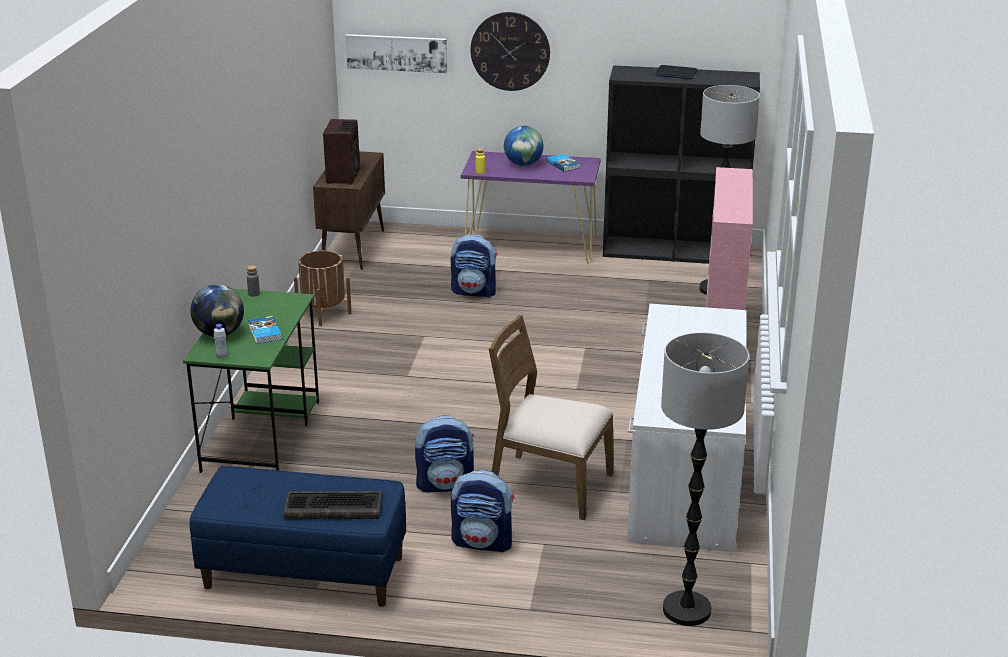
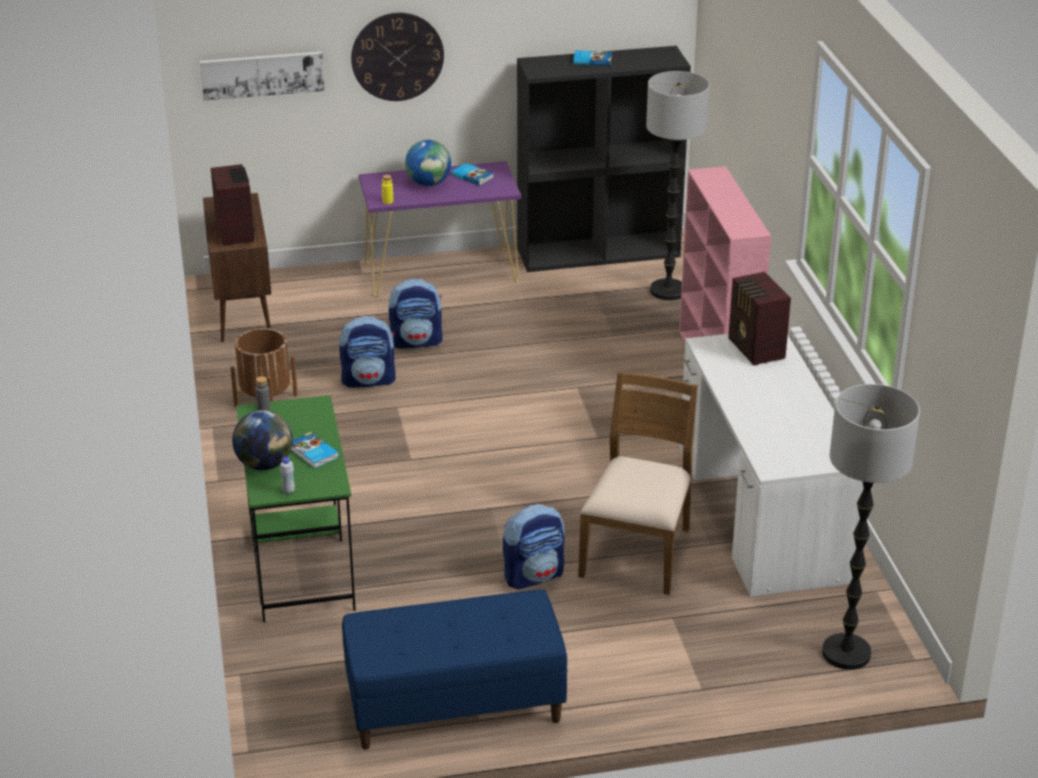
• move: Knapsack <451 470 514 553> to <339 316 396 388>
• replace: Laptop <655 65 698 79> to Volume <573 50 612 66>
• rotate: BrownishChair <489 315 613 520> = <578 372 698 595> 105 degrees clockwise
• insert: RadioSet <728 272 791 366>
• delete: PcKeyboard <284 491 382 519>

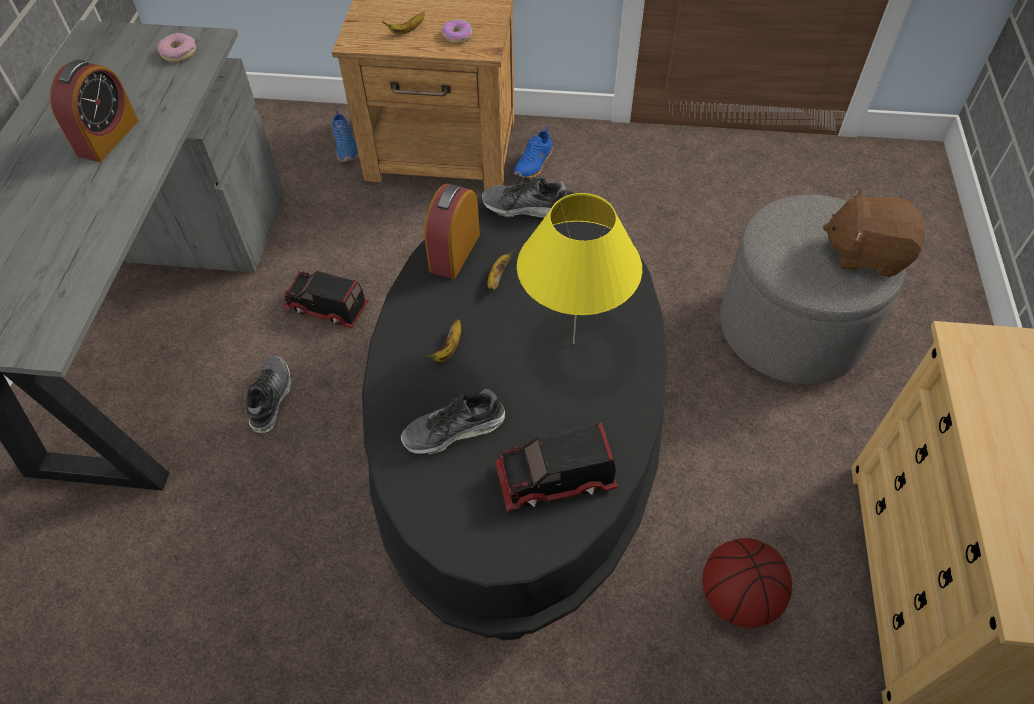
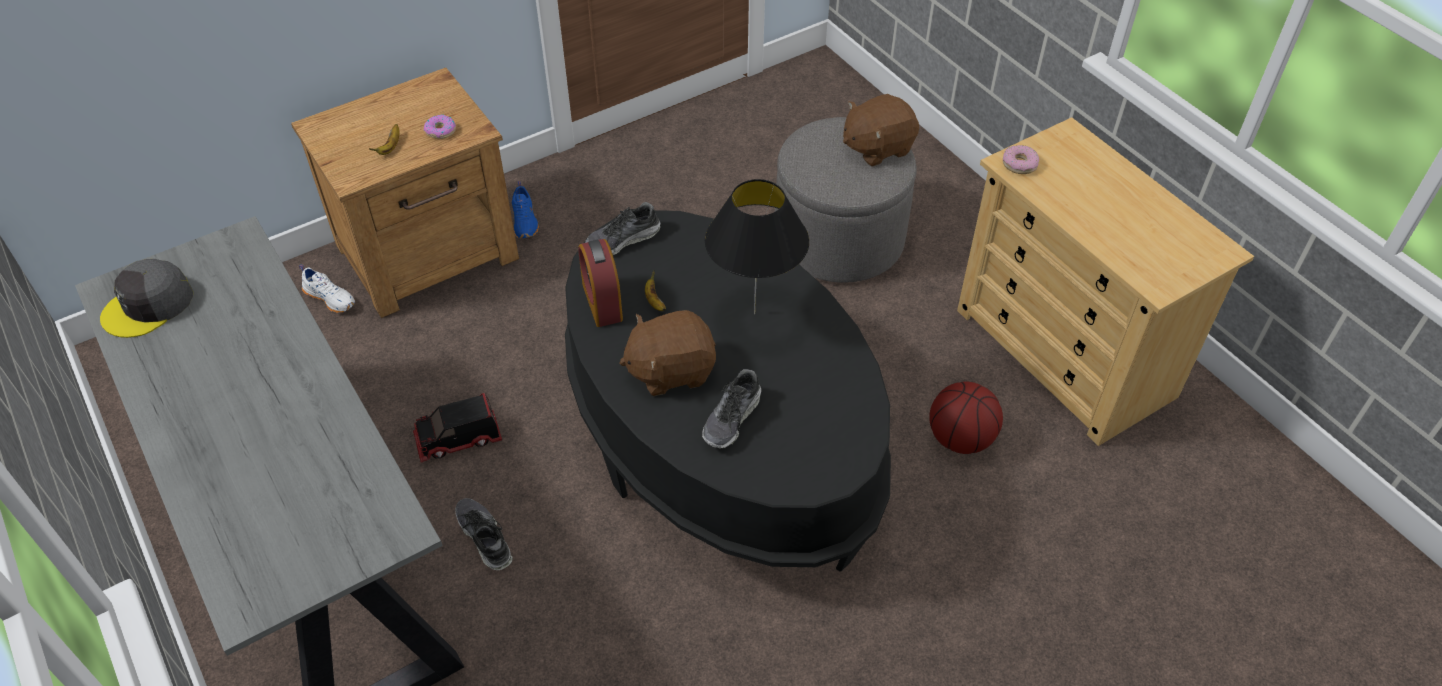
• insert: GreyBaseballCap <100 259 193 338>
• recolor: BluishItemOfFootwear <332 108 359 162> to WhitishItemOfFootwear <299 264 355 313>
• replace: Banana <425 319 461 362> to BrownishCuddlyToy <619 310 716 396>
• recolor: YellowColouredTableLamp <517 193 642 344> to BlackColouredTableLamp <705 179 809 314>
• move: Doughnut <157 33 196 63> to <1003 145 1039 174>
• delete: TableClock <50 59 139 162>
• delete: ToyTruck <495 423 618 512>

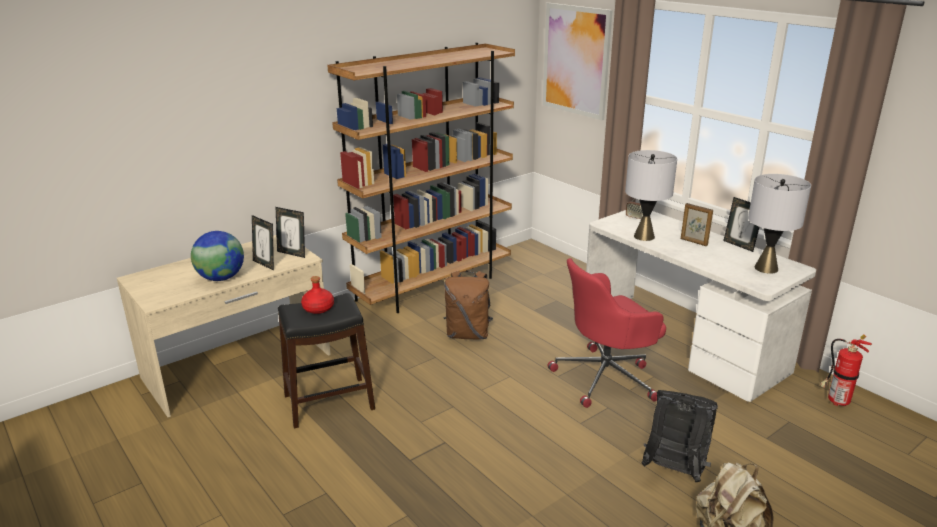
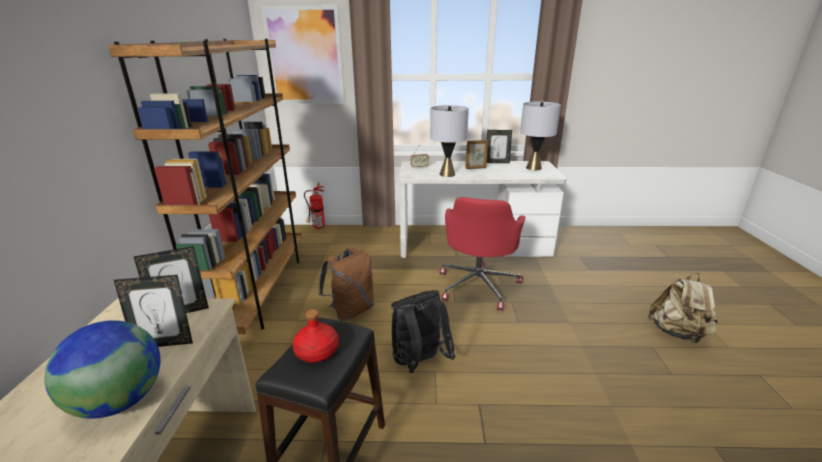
• move: Extinguisher <820 334 872 406> to <304 183 325 229>
• move: BlackColouredKnapsack <641 390 718 482> to <391 290 456 373>

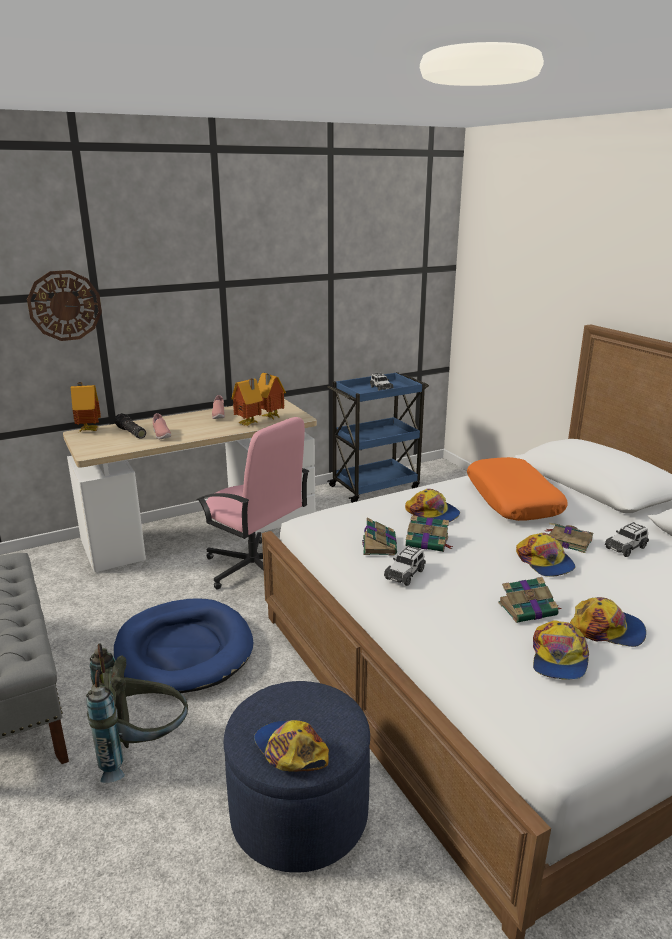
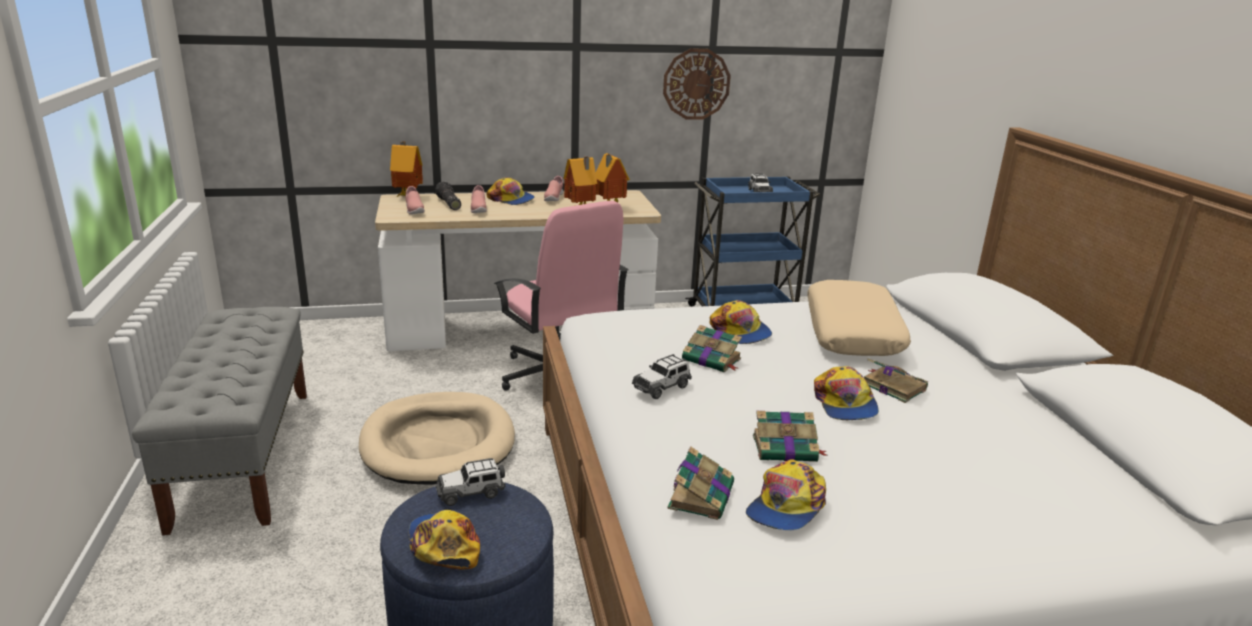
• recolor: BluishDogBed <114 598 253 694> to BeigeDogBed <359 392 515 485>
• insert: PinkColouredItemOfFootwear <405 186 425 215>
• move: ToyCar <604 522 649 557> to <435 458 506 506>
• move: BaseballCap <570 597 646 647> to <487 177 535 205>
• move: ClockOnTheWall <27 270 102 341> to <663 48 731 120>
• move: Volume <362 518 397 555> to <667 446 734 520>
• recolor: OrangeyCushion <467 457 568 521> to BeigeCushion <807 280 911 356>
• delete: GreyKnapsack <86 643 188 783>

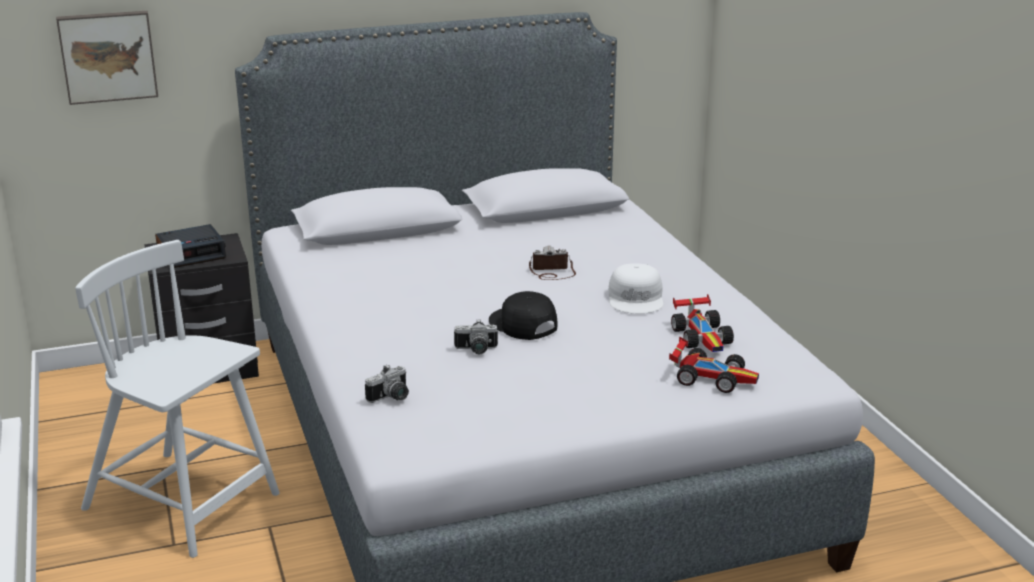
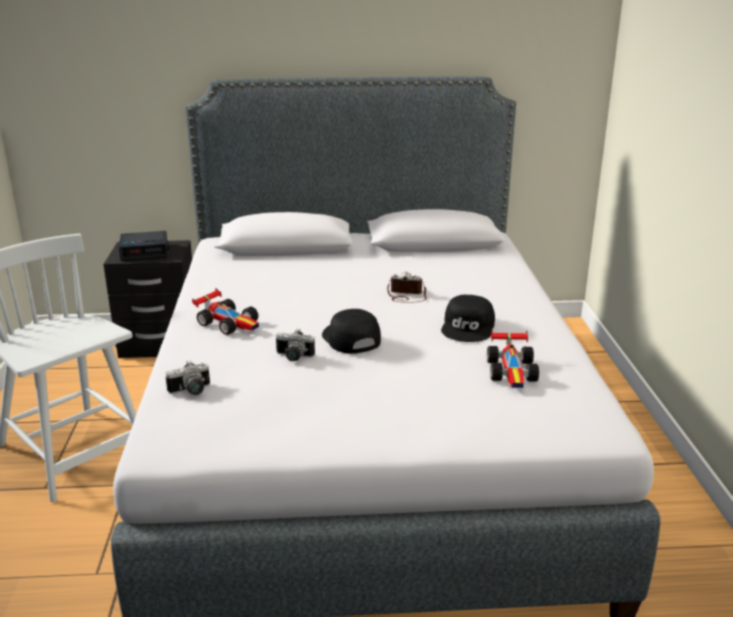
• move: ToyCar <669 337 759 393> to <192 288 259 335>
• recolor: WhitishBaseballCap <609 263 664 314> to BlackColouredBaseballCap <441 295 495 342>
• delete: WallPicture <56 11 158 105>

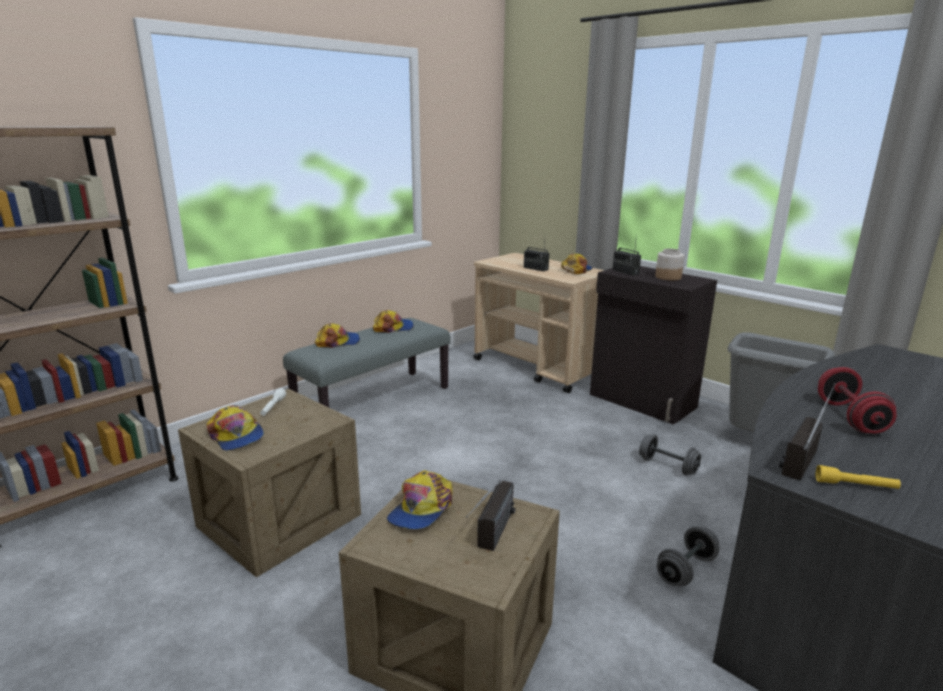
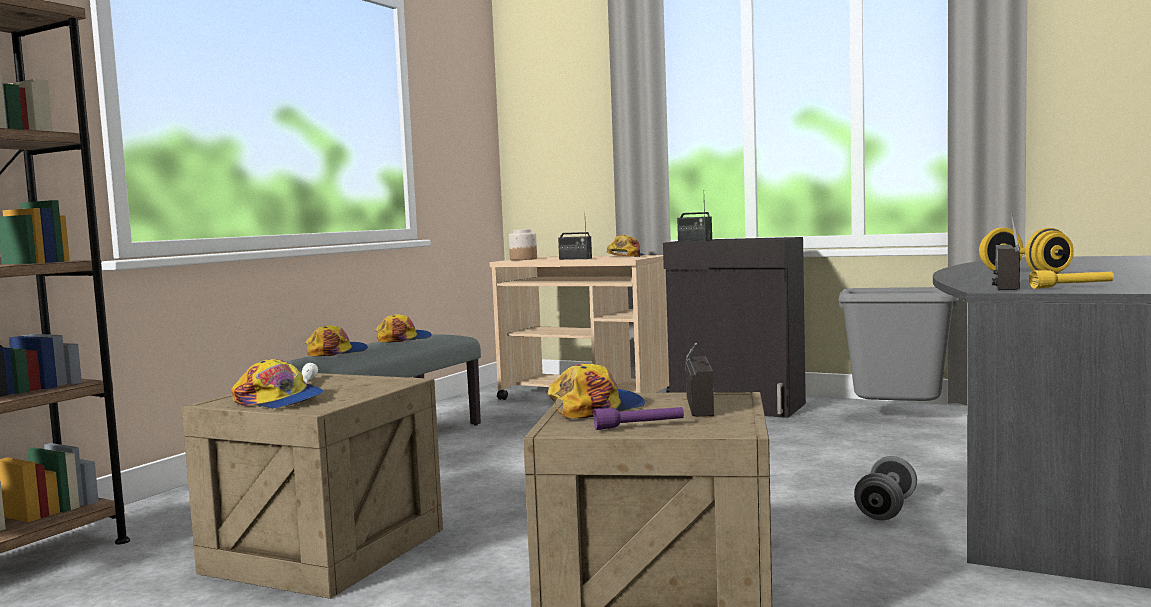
• move: StorageJar <655 249 684 280> to <509 229 537 260>
• rotate: BaseballCap <387 470 453 529> = <548 364 645 418> 135 degrees counterclockwise
• insert: PurpleTorch <593 407 684 430>
• recolor: RedColouredFreeWeight <818 367 897 434> to YellowColouredFreeWeight <979 228 1074 274>
• delete: GreyFreeWeight <639 434 701 475>

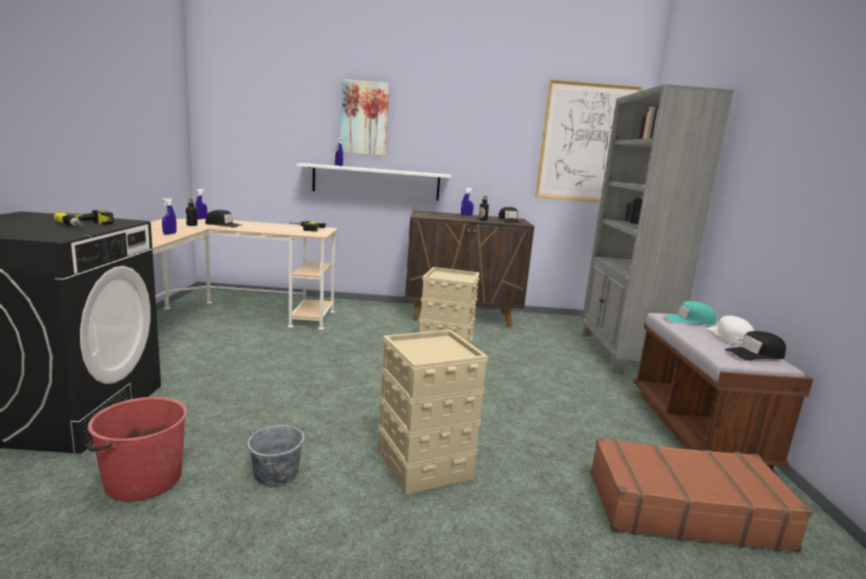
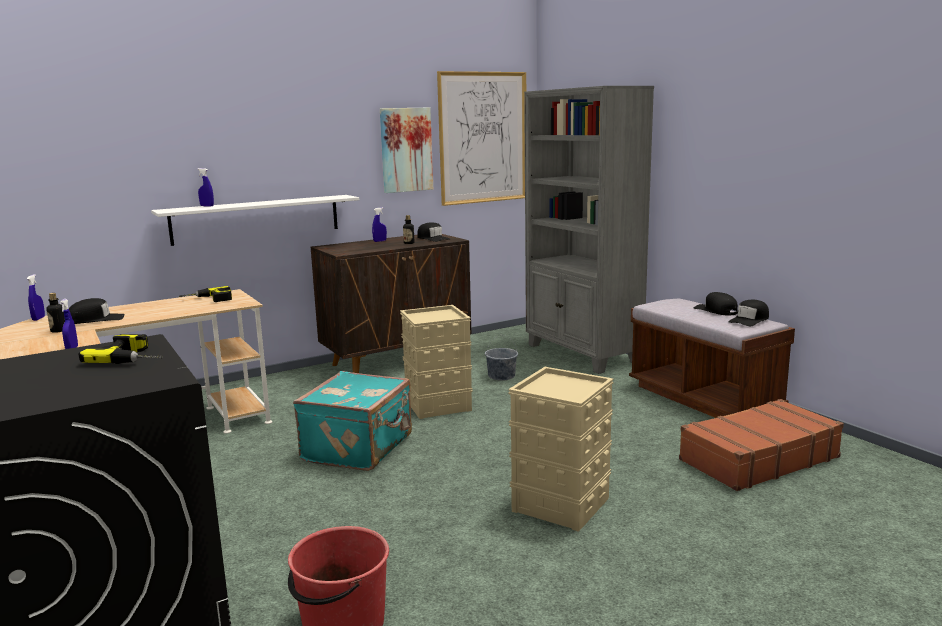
• insert: TurquoiseSuitcase <293 371 412 471>
• move: WallPicture <341 79 389 156> to <380 107 433 193>
• move: GreyWaterBucket <247 411 304 486> to <485 335 518 381>
• recolor: WhitishBaseballCap <707 316 754 345> to BlackColouredBaseballCap <694 292 738 315>
• delete: TurquoiseBaseballCap <664 301 716 325>

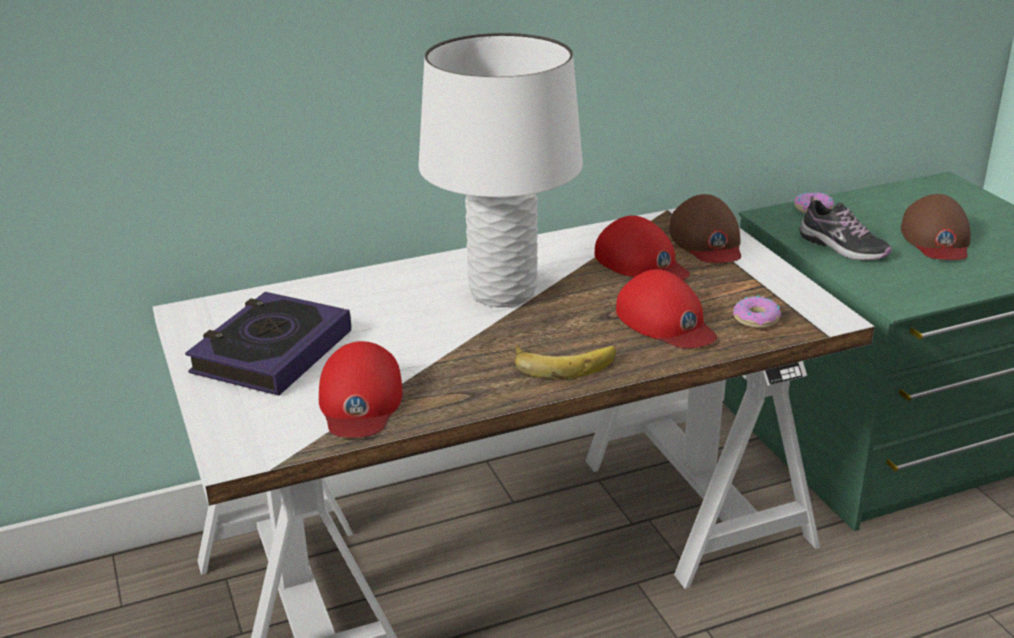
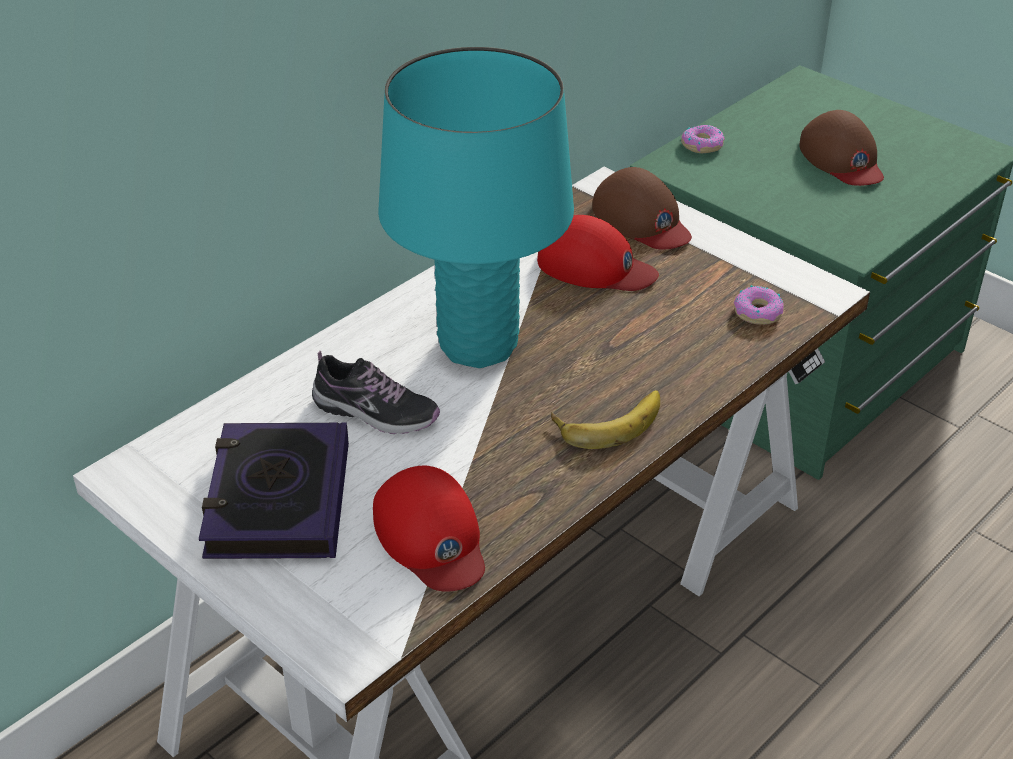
• move: ItemOfFootwear <799 195 892 260> to <312 351 440 434>
• recolor: WhitishTableLamp <419 33 583 307> to TurquoiseTableLamp <378 47 574 368>
• delete: RedColouredBaseballCap <616 269 717 349>

